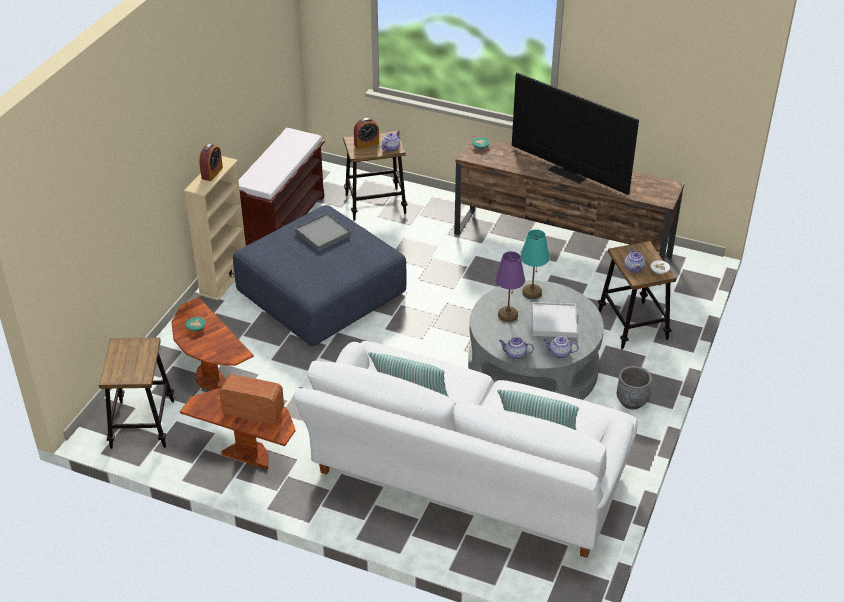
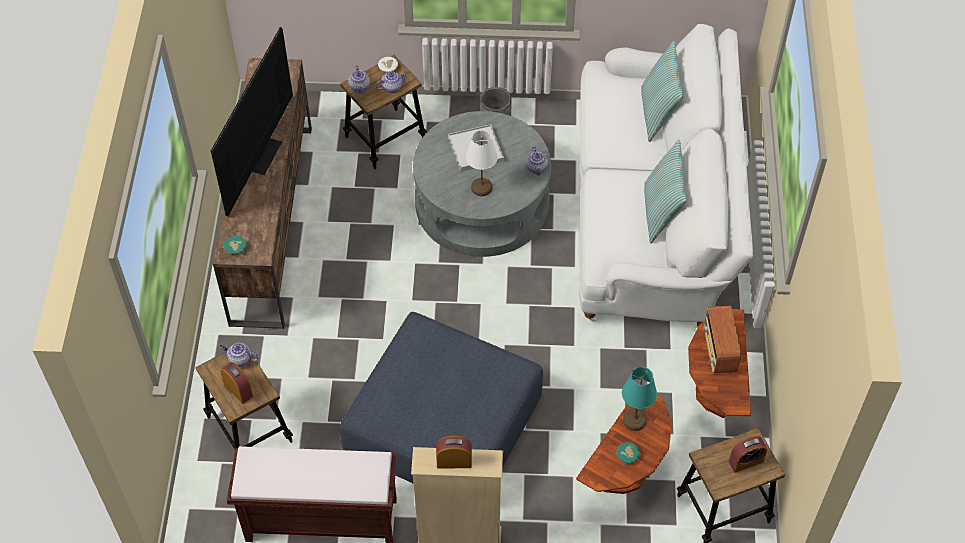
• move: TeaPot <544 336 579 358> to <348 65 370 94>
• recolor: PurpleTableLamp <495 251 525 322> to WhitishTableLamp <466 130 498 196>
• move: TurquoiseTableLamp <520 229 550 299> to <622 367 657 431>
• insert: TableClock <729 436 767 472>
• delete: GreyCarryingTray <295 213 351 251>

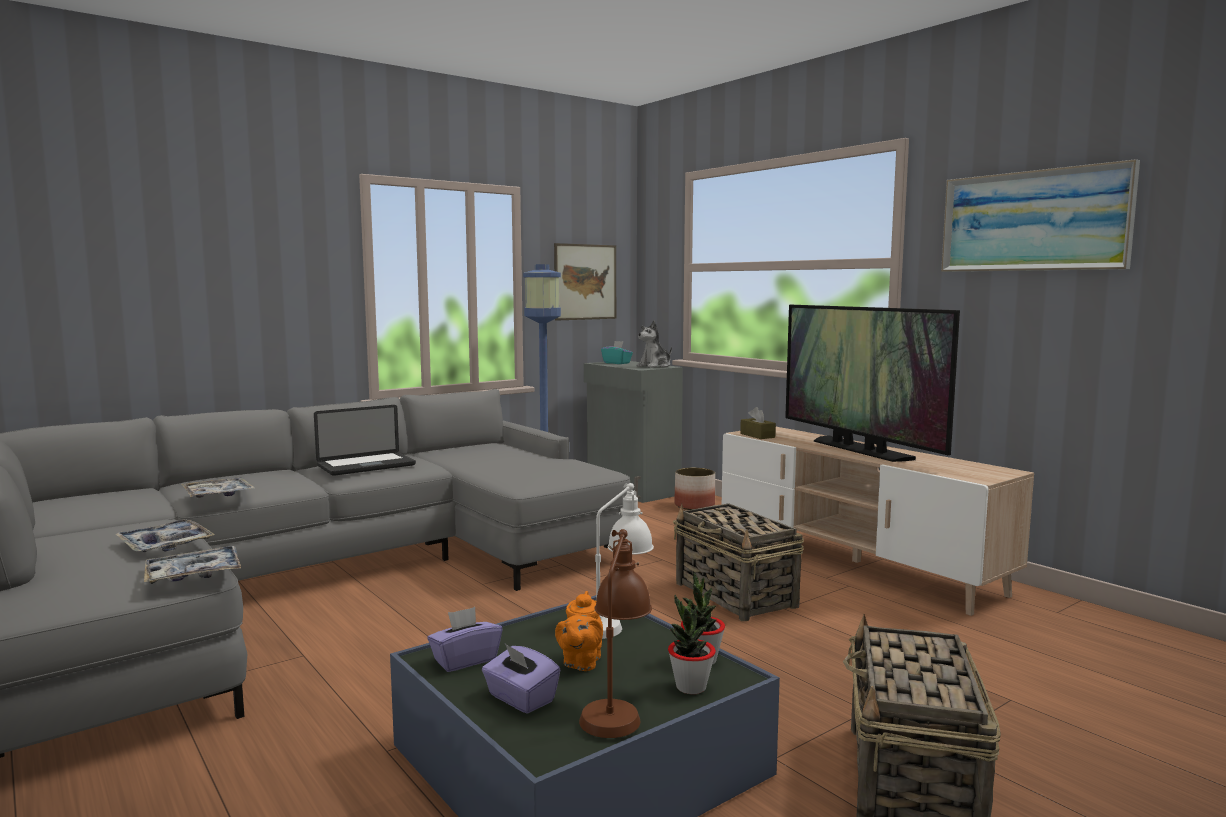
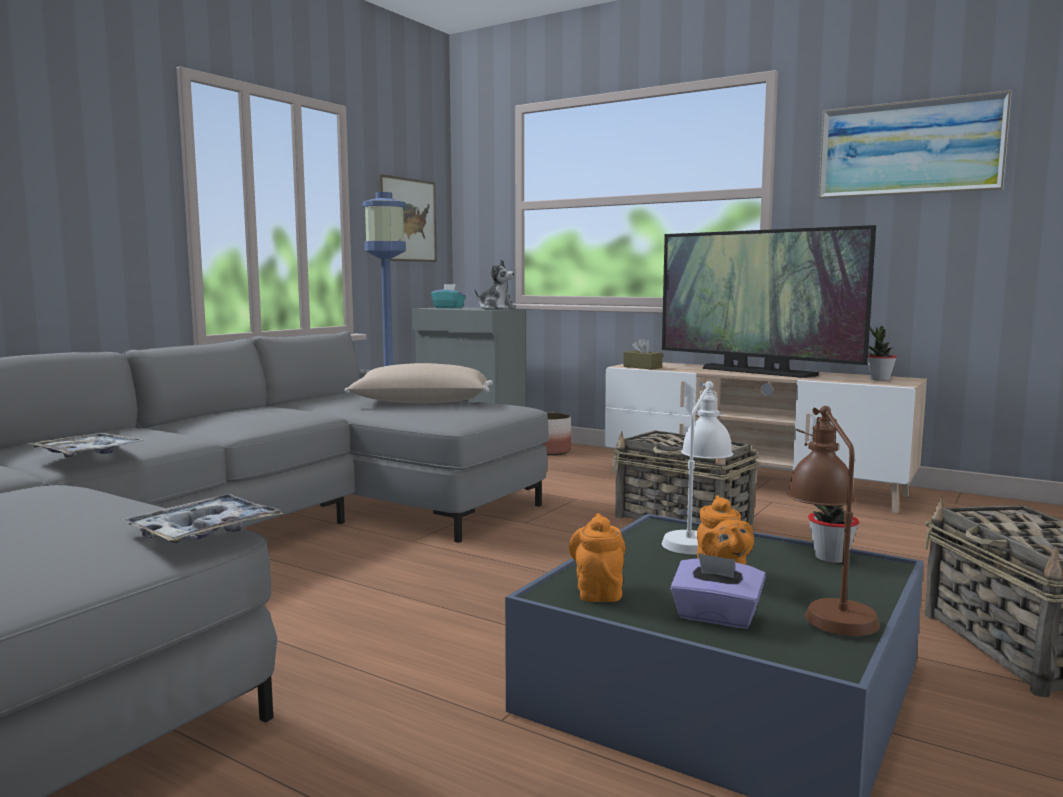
• insert: BeigeCushion <344 363 493 403>
• rotate: CuddlyToy <637 321 672 368> = <474 259 516 309> 90 degrees counterclockwise
• replace: PurpleTissueBox <427 607 502 672> to OrangeyTeaPot <569 513 626 602>
• move: Houseplant <668 595 716 694> to <868 326 897 381>
• delete: CarryingTray <116 519 215 552>
• delete: Laptop <314 405 416 476>

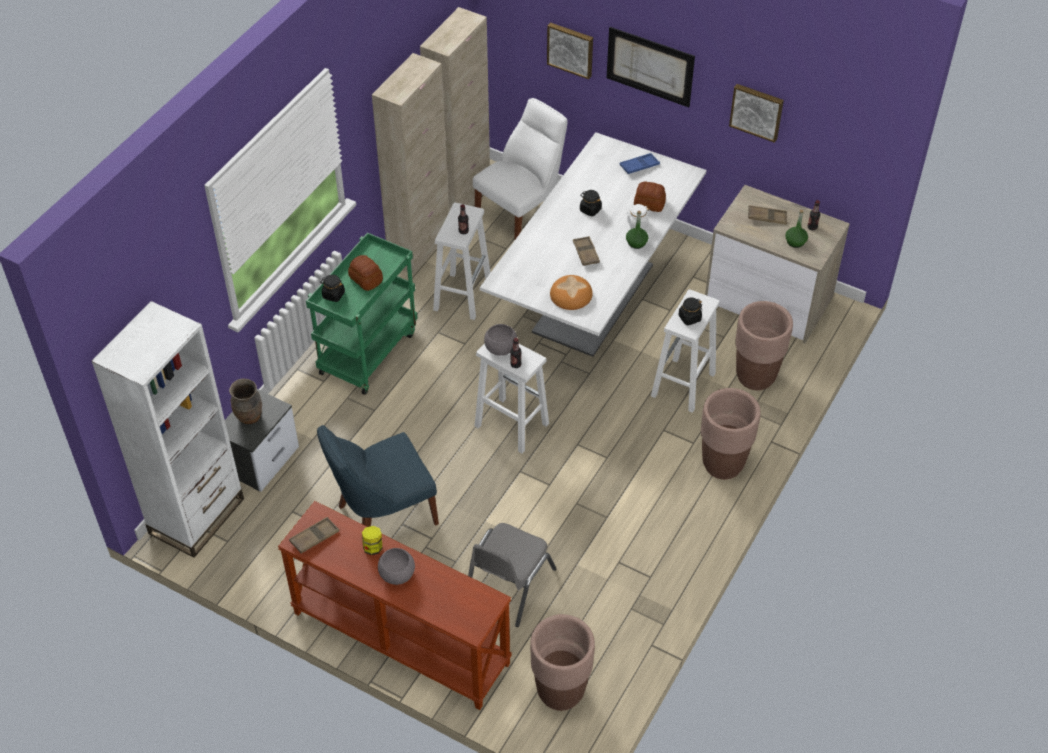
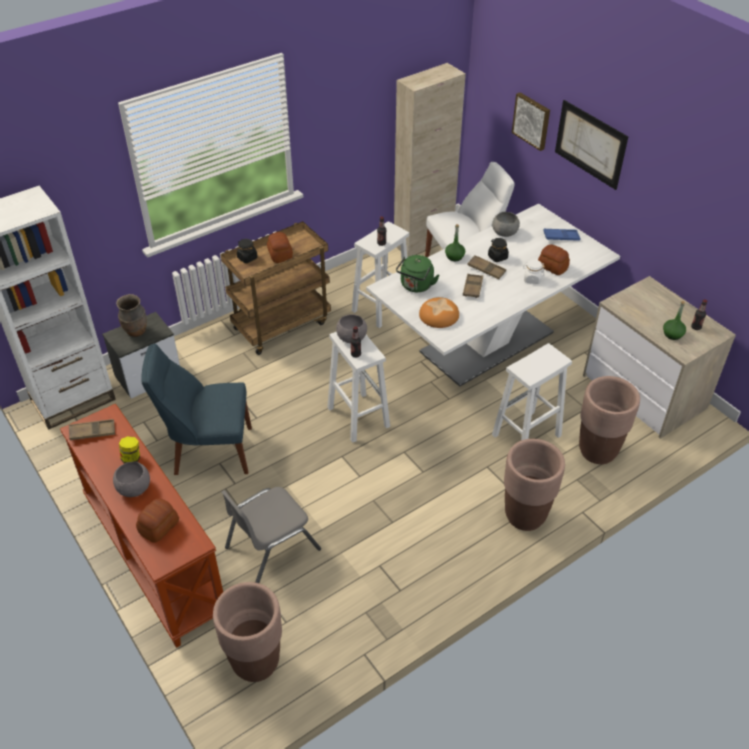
• insert: Bread <136 499 179 543>
• recolor: GreenColouredWheeledCart <306 233 418 395> to BrownishWheeledCart <221 221 331 355>
• insert: GreenColouredTeaKettle <396 255 439 292>
• move: GreenColouredBottle <626 211 648 249> to <445 224 465 261>
• move: BrownishCarryingTray <748 205 787 225> to <467 255 506 279>
• insert: GreyBowl <492 212 520 237>
• delete: BeigeCupboard <372 53 449 275>
• delete: BlackColouredStorageJar <679 298 702 325>
• delete: WallPicture <729 84 784 143>

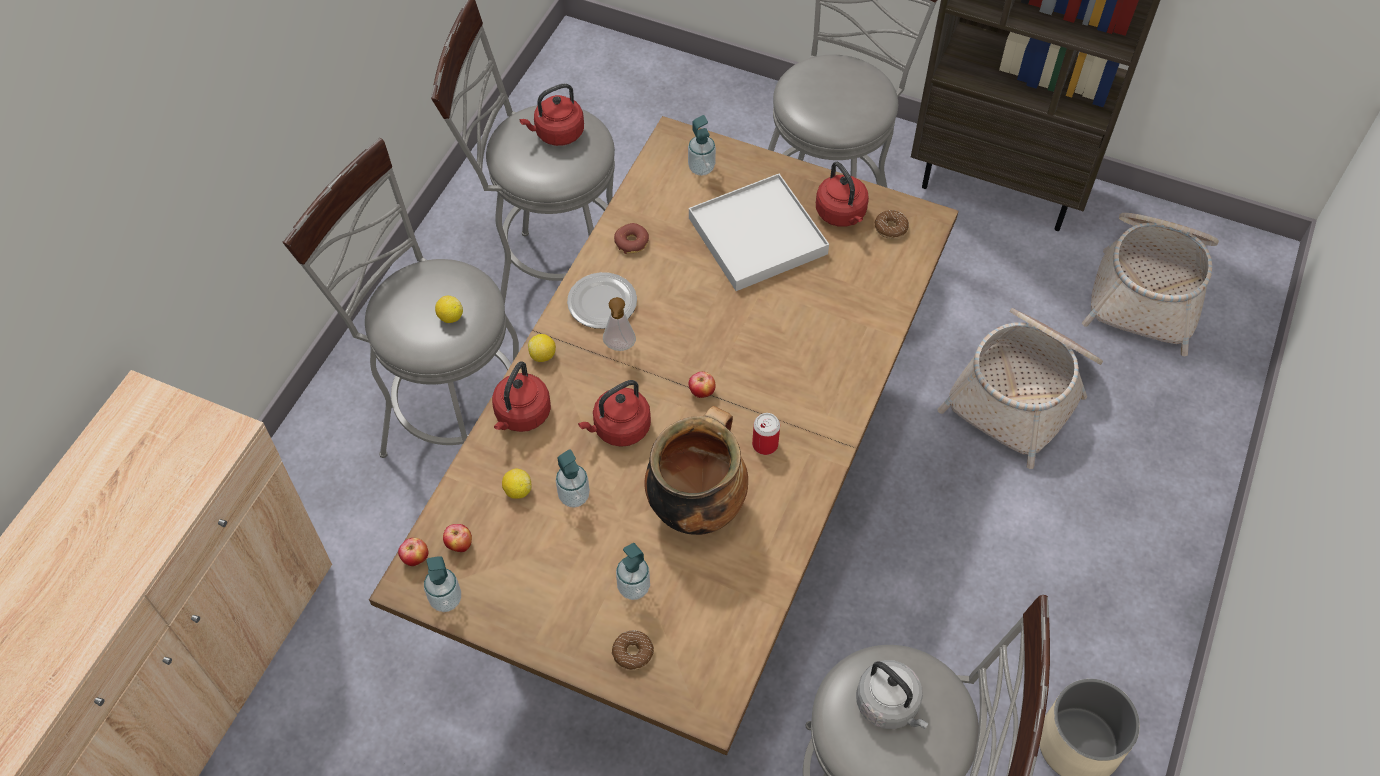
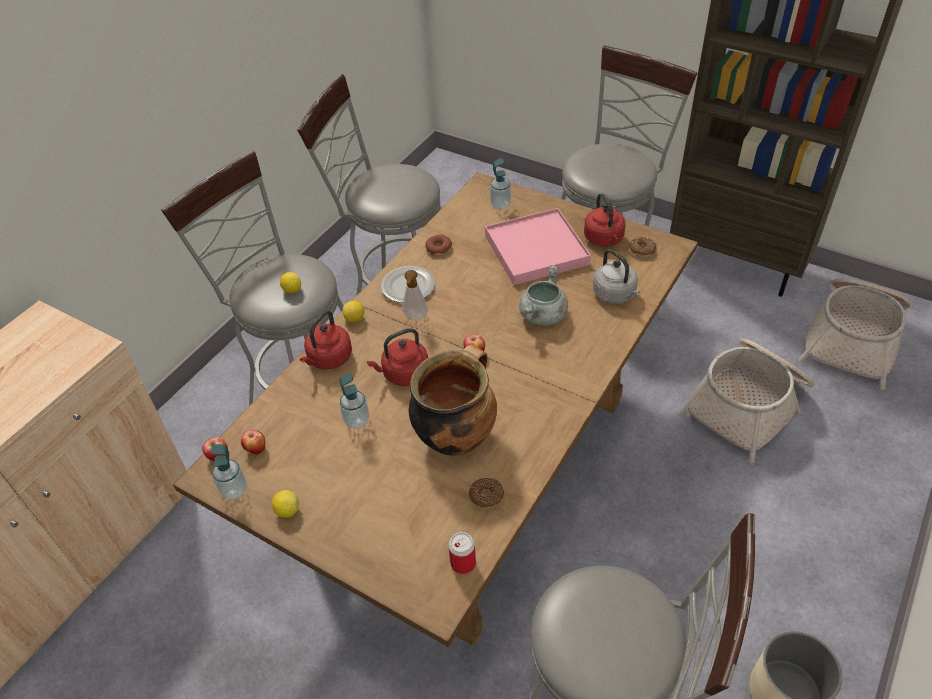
• move: CitrusFruit <502 469 532 499> to <271 490 299 518>
• move: Can <752 413 780 455> to <448 532 476 574>
• move: Doughnut <612 630 654 670> to <469 477 504 509>
• recolor: WhitishCarryingTray <689 174 829 291> to PinkColouredCarryingTray <485 208 591 285>
• insert: GreySaucepot <519 265 568 326>
• move: GreyTeaKettle <856 660 929 729> to <593 249 640 304>
• delete: RedColouredTeaKettle <519 83 584 146>
• delete: SoapDispenser <616 543 650 600>

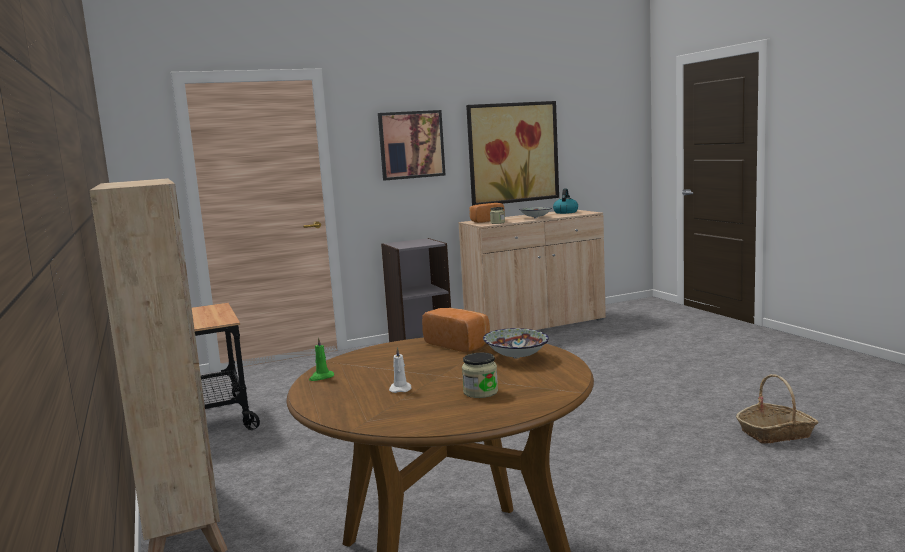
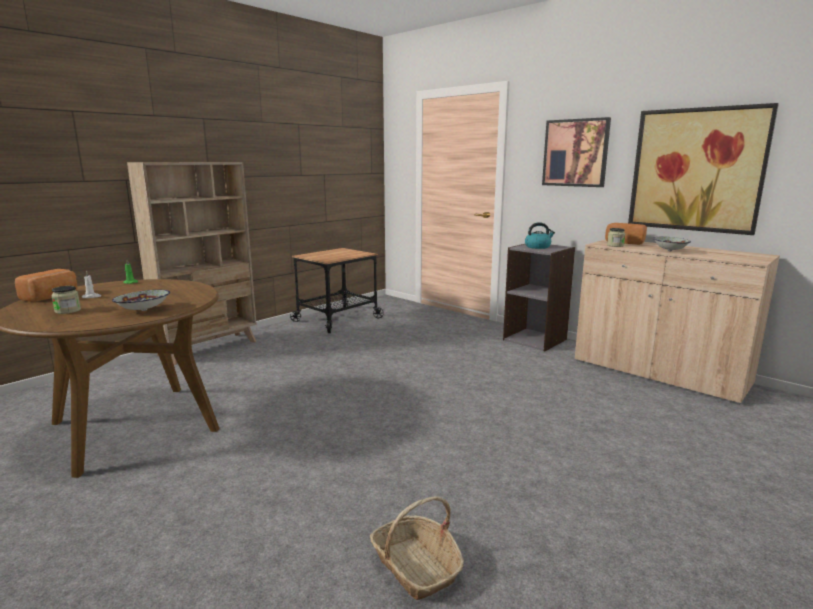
• move: Bread <422 308 490 352> to <15 269 77 302>
• move: TeaKettle <553 189 578 214> to <525 222 555 249>

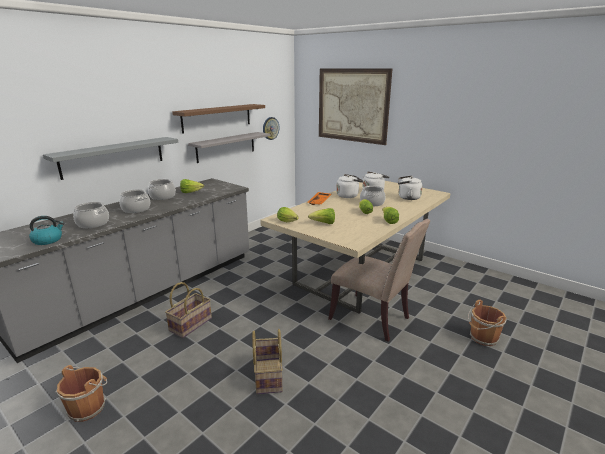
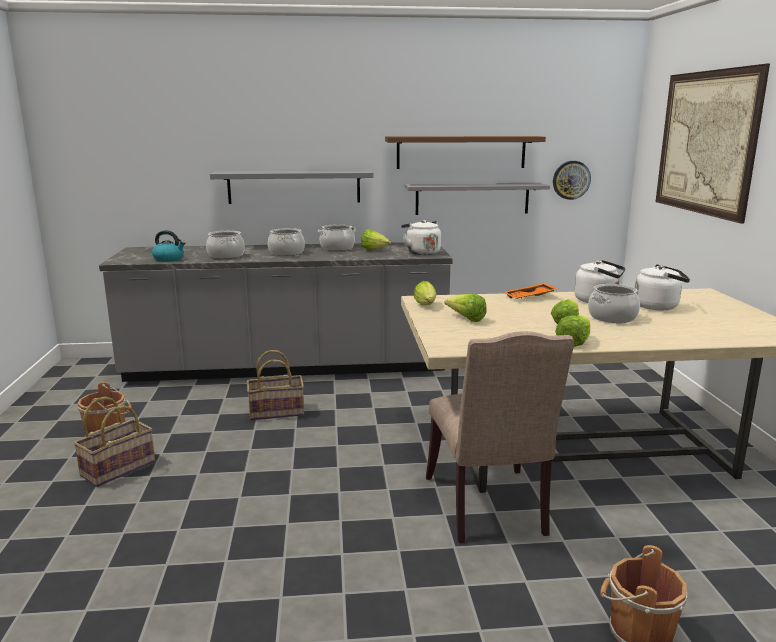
• move: Basket <252 329 283 394> to <73 396 155 487>
• move: WhitishTeaKettle <398 176 423 200> to <401 220 441 255>

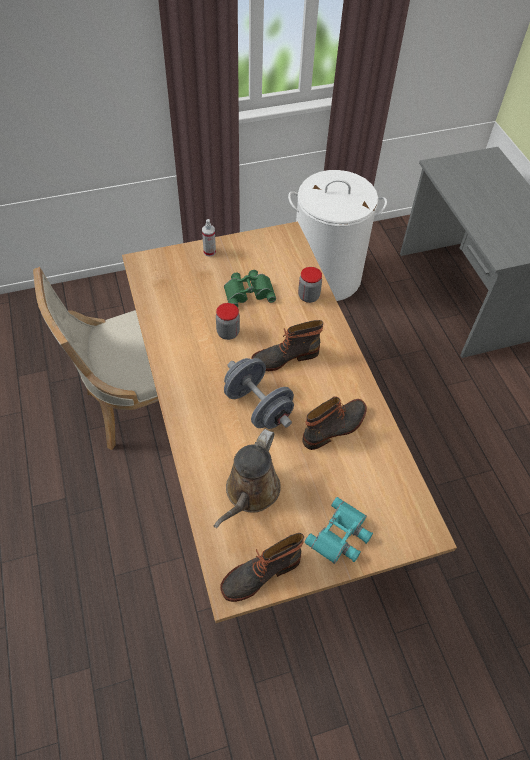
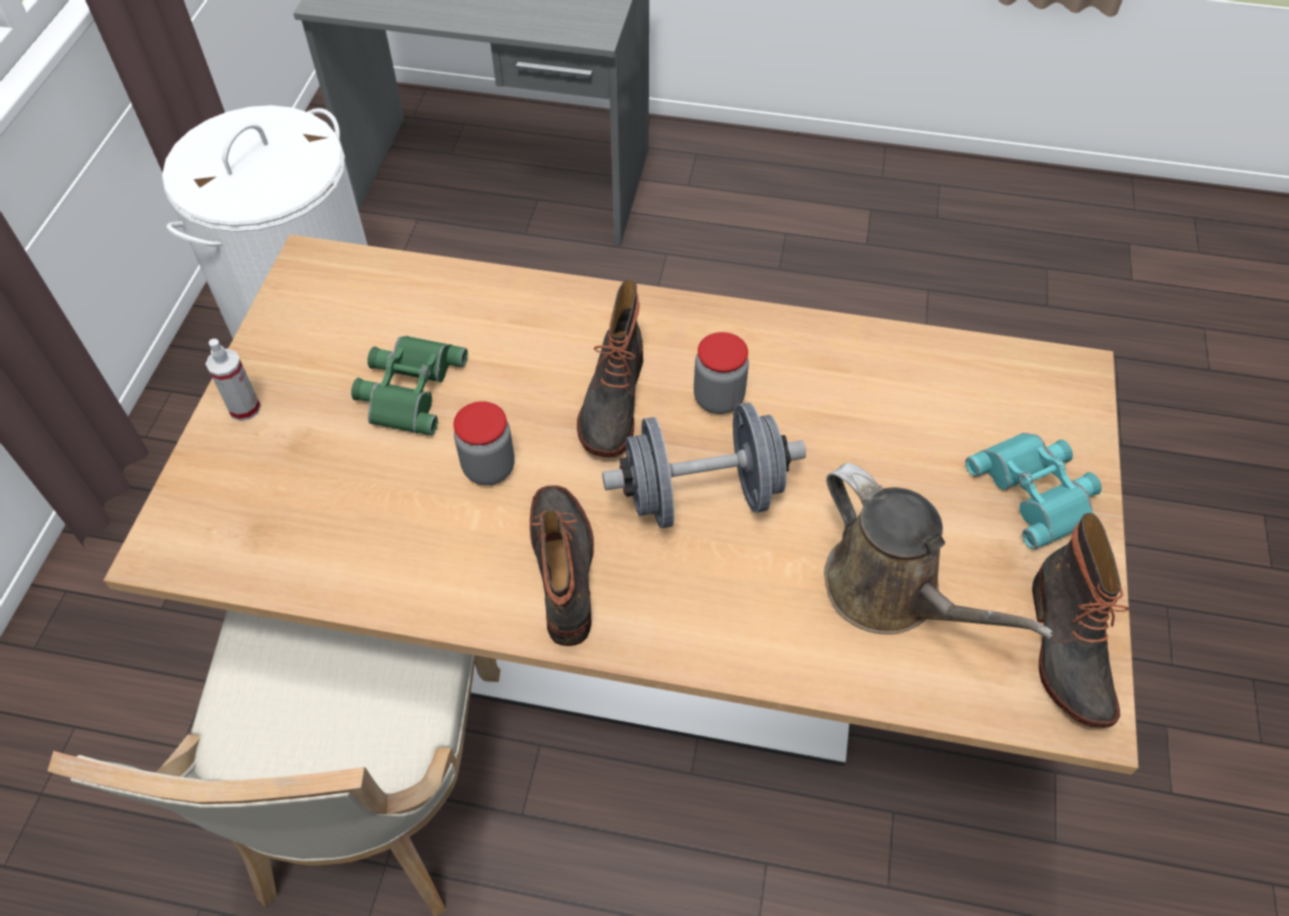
• move: TallBoot <302 396 367 450> to <530 485 594 646>
• move: StorageJar <298 267 322 303> to <694 332 749 414>

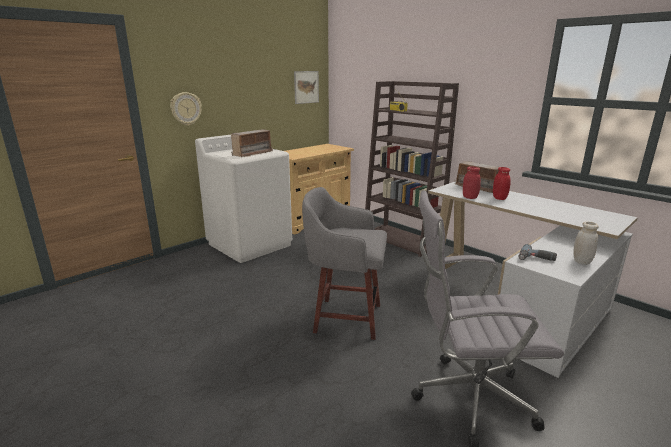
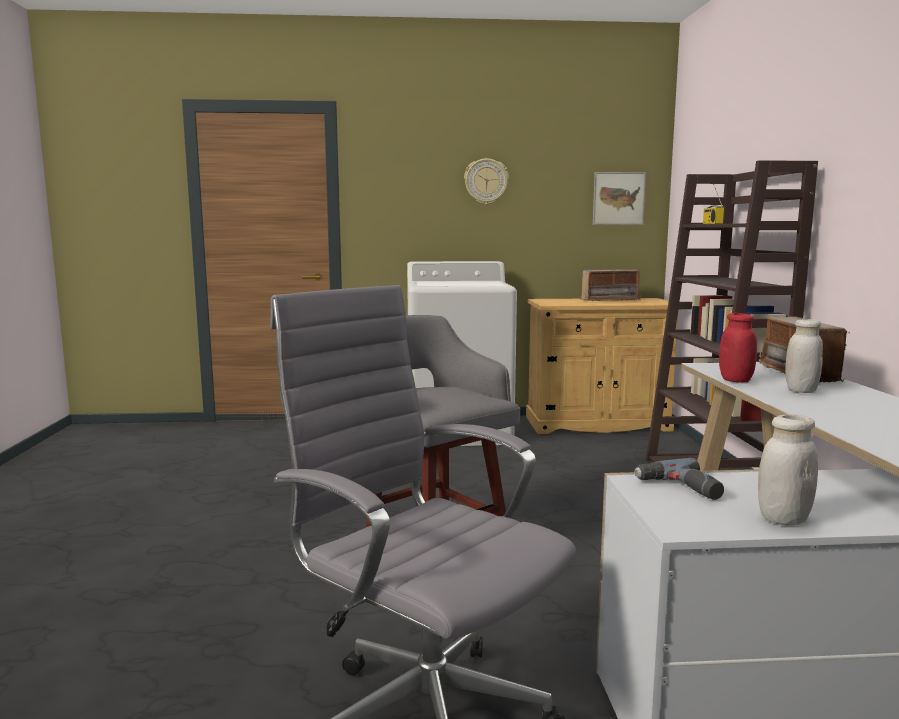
• move: ClockOnTheWall <170 92 202 126> to <464 158 509 205>
• move: RadioSet <231 129 273 157> to <580 269 641 301>
• recolor: RedColouredStorageJar <493 167 511 200> to WhitishStorageJar <785 319 823 393>

